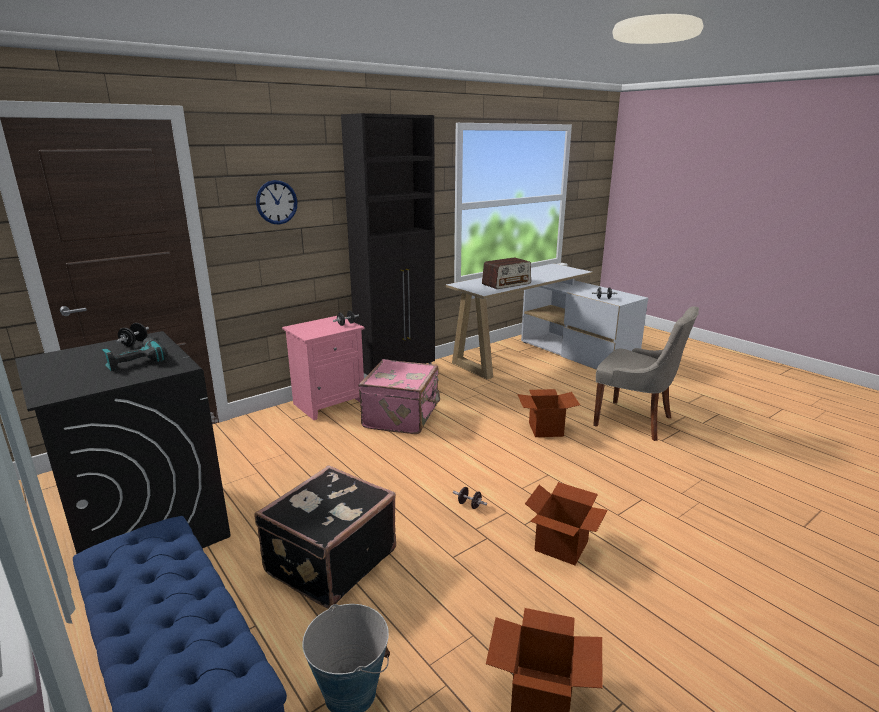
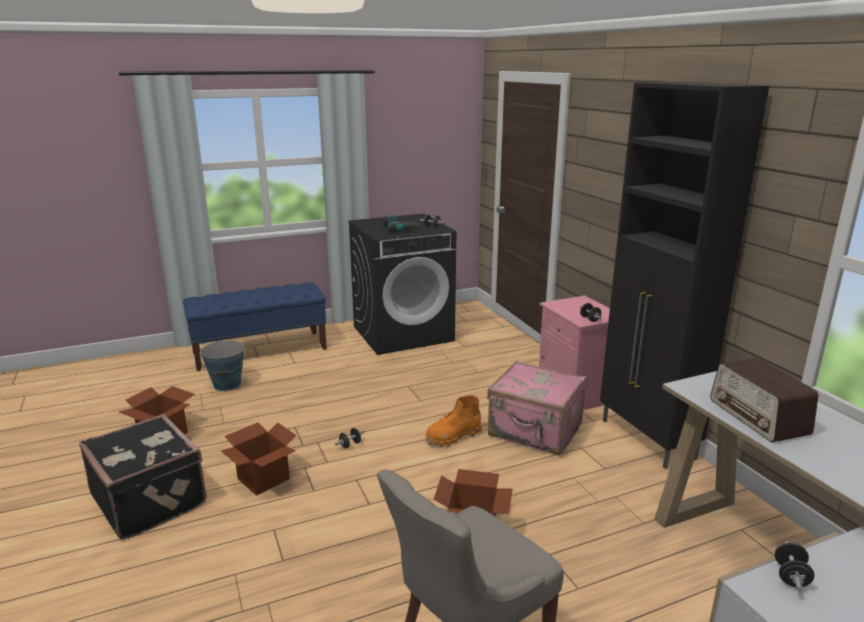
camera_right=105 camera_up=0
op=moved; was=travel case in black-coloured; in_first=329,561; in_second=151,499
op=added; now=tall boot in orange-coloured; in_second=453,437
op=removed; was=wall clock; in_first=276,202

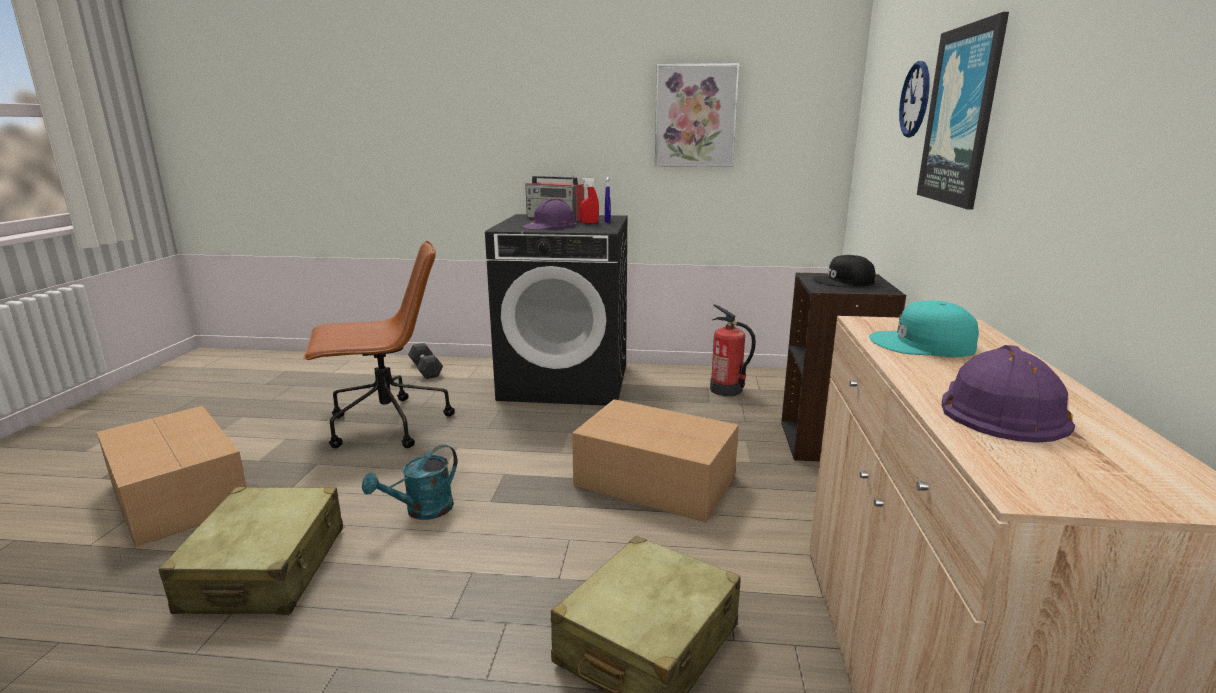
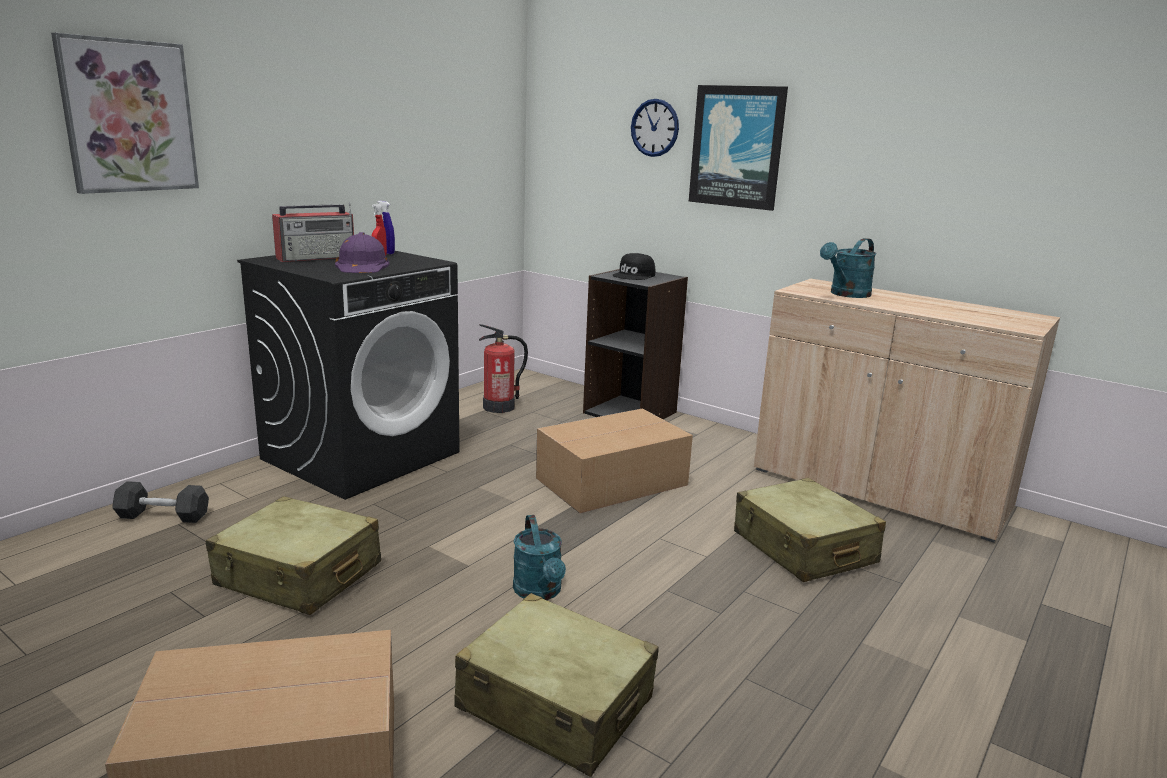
camera_right=-60 camera_up=0
op=moved; was=wall art; in_first=695,116; in_second=128,116
op=replaced; was=office chair in brown; now=travel case in beige-coloured; in_first=386,425; in_second=299,575
op=replaced; was=baseball cap in blue-green; now=sprinkling can in blue-green; in_first=923,344; in_second=846,294
op=removed; was=safety helmet in purple; in_first=999,409

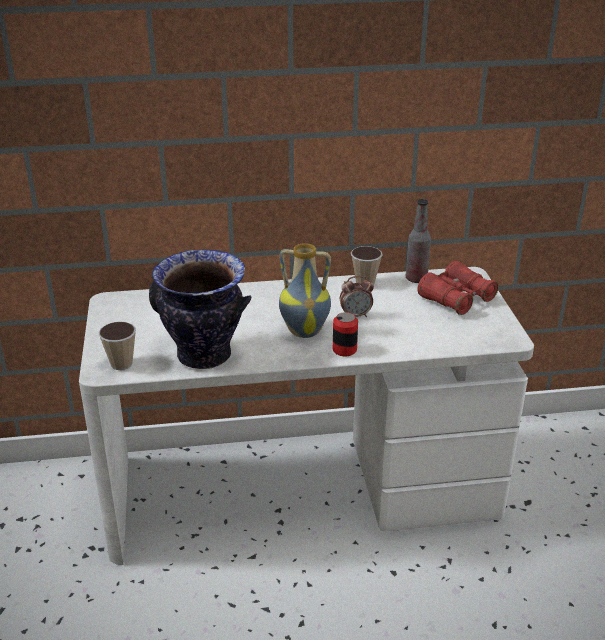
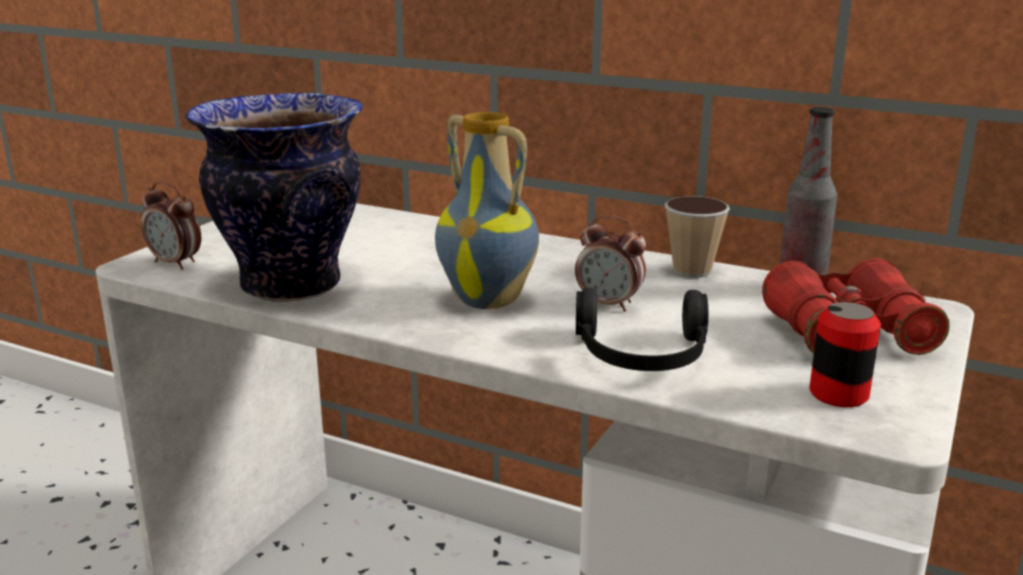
camera_right=35 camera_up=-10
op=replaced; was=small cup; now=alarm clock; in_first=121,364; in_second=176,263
op=added; now=headphones in black-coloured; in_second=642,356
op=moved; was=sealed can; in_first=344,350; in_second=838,394

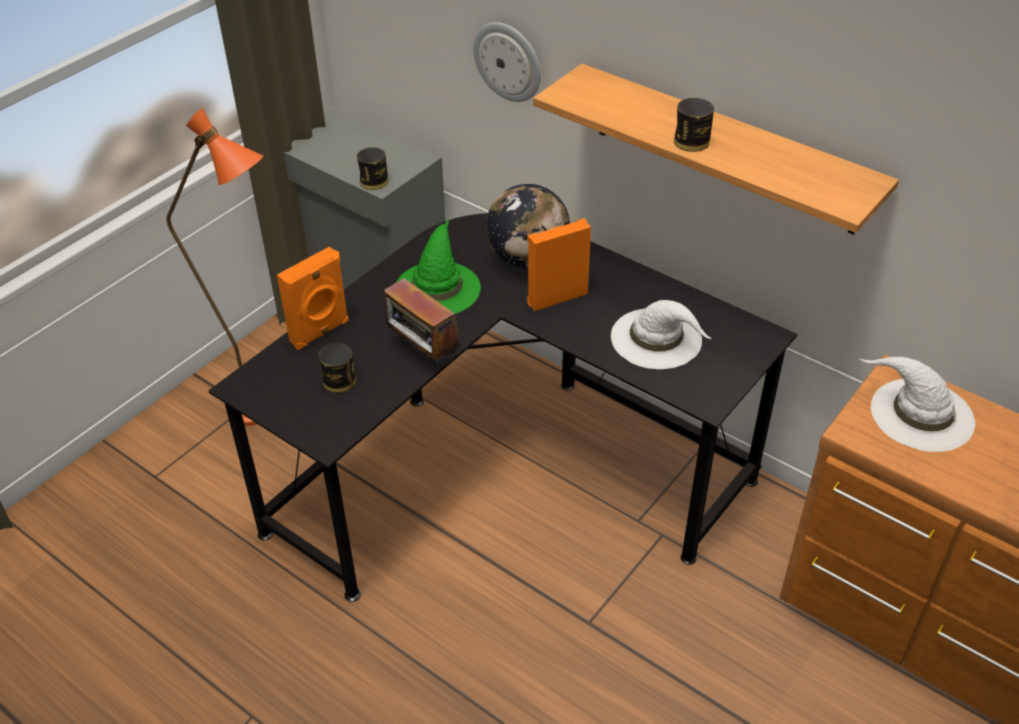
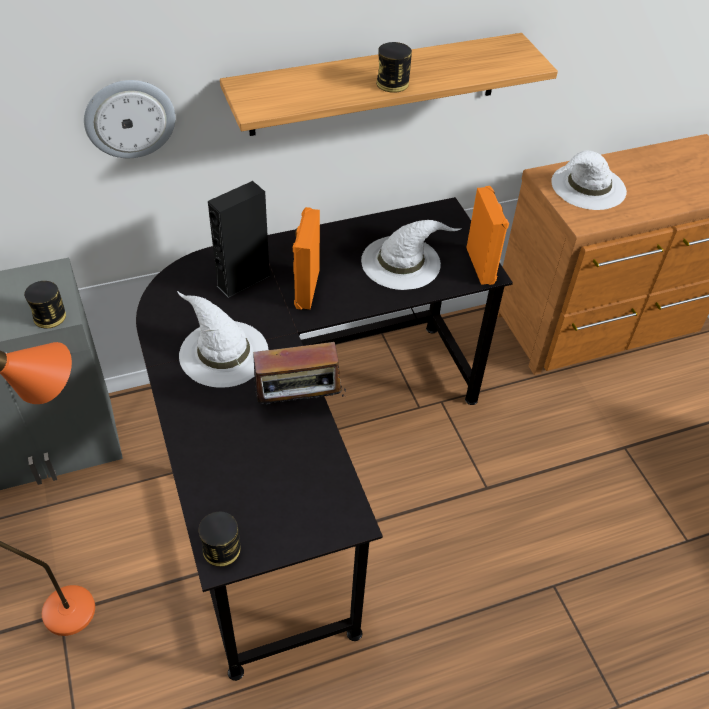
camera_right=-60 camera_up=5
op=recoloured; was=clothing hat in greenish; now=clothing hat in white; in_first=437,287; in_second=222,352
op=moved; was=sealed can; in_first=339,381; in_second=221,549
op=replaced; was=world globe; now=audio speaker in black-coloured; in_first=527,259; in_second=243,281
op=moved; was=audio speaker in orange-coloured; in_first=320,332; in_second=482,265

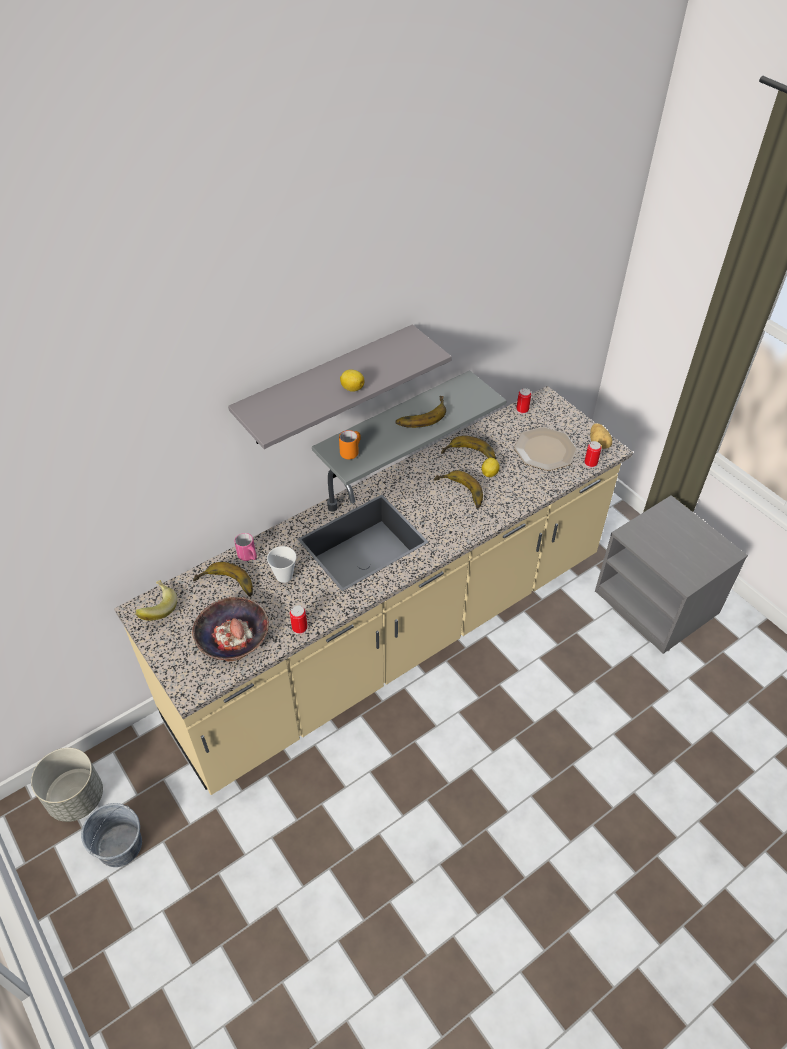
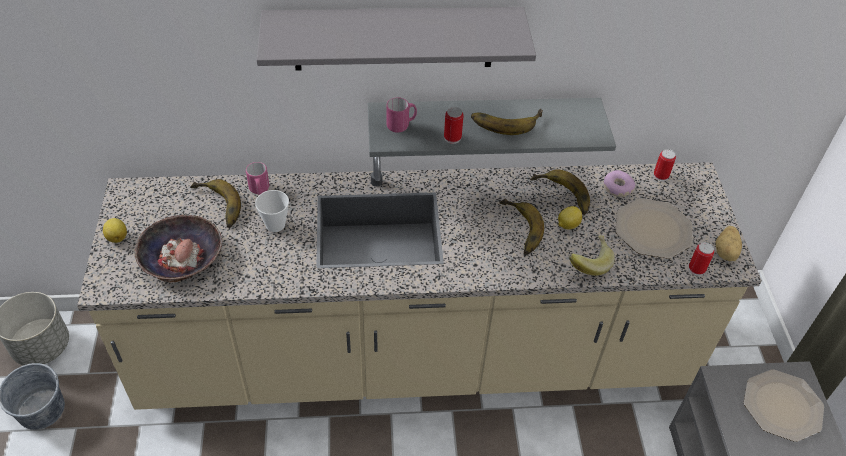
camera_right=30 camera_up=0
op=moved; was=whole lemon; in_first=352,388; in_second=117,237
op=recoloured; was=mug in orange-coloured; now=mug in pink; in_first=351,452; in_second=401,125
op=moved; was=sealed can; in_first=299,628; in_second=452,138
op=moved; was=banana; in_first=156,608; in_second=587,262
op=added; now=doughnut; in_second=617,188
op=added; now=plate; in_second=782,405

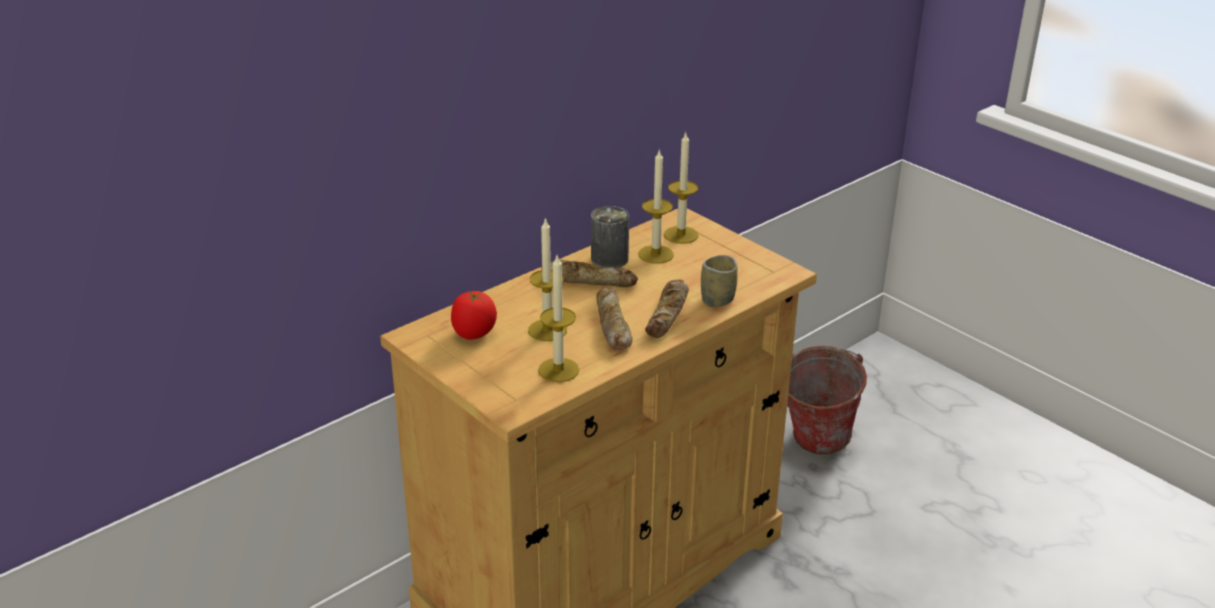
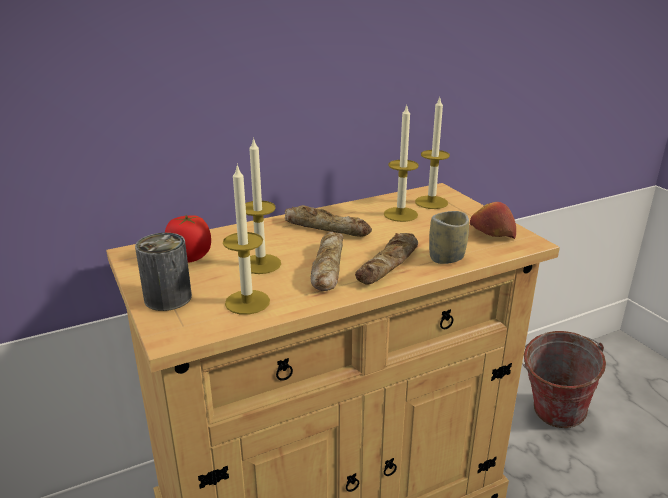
camera_right=15 camera_up=-5
op=moved; was=sealed can; in_first=609,259; in_second=168,298
op=added; now=apple; in_second=491,233

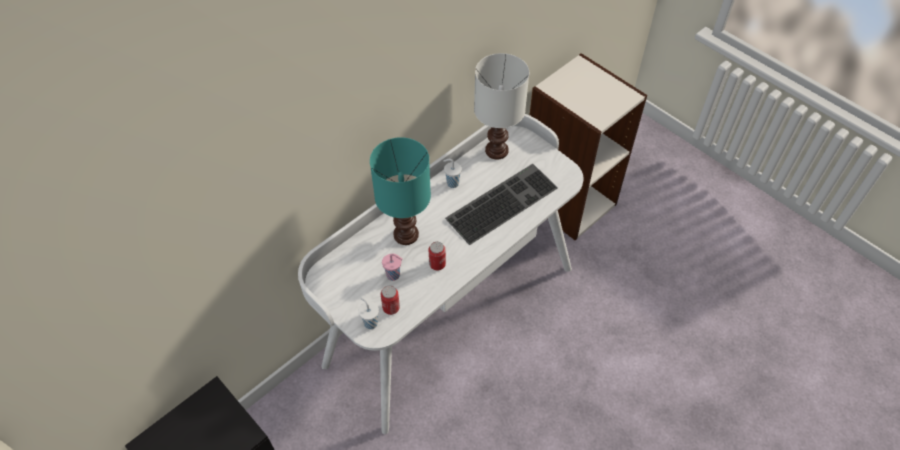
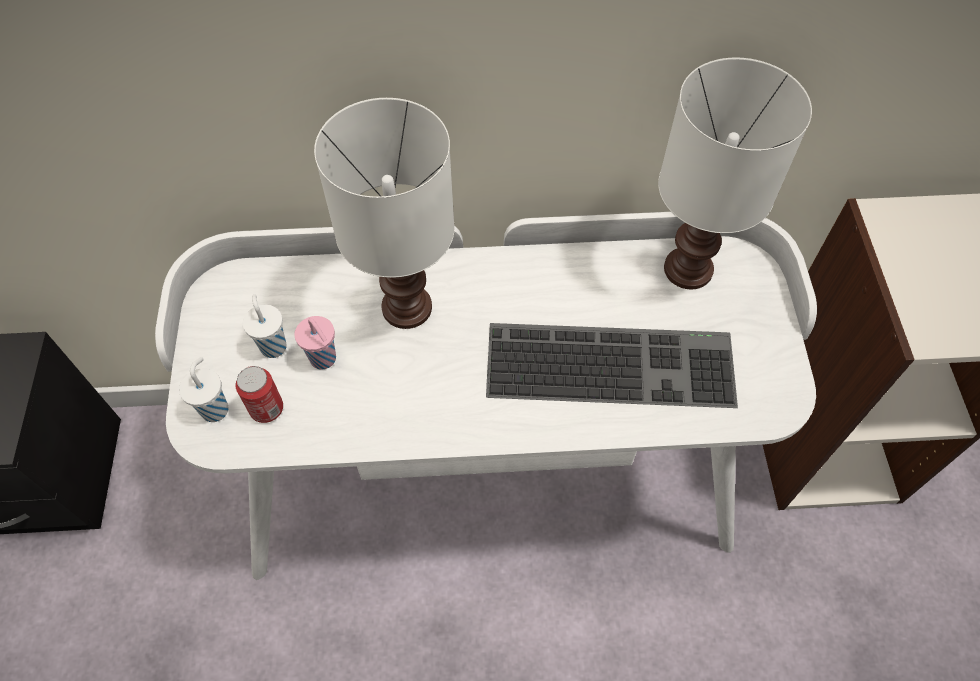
camera_right=40 camera_up=5
op=moved; was=small cup in white; in_first=452,183; in_second=273,345
op=recoloured; was=tabletop lamp in blue-green; now=tabletop lamp in white; in_first=406,234; in_second=408,306
op=removed; was=sealed can; in_first=437,264

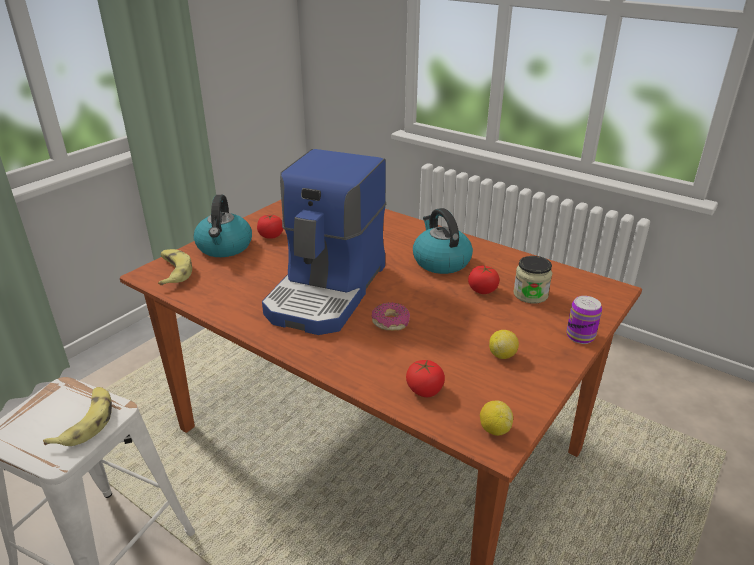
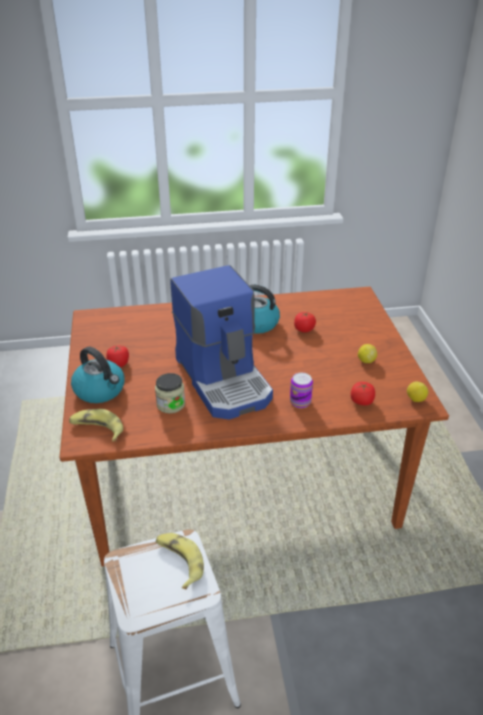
camera_right=-45 camera_up=5
op=moved; was=storage jar; in_first=530,294; in_second=171,404
op=moved; was=sealed can; in_first=580,336; in_second=300,402
op=removed; was=doughnut; in_first=390,322

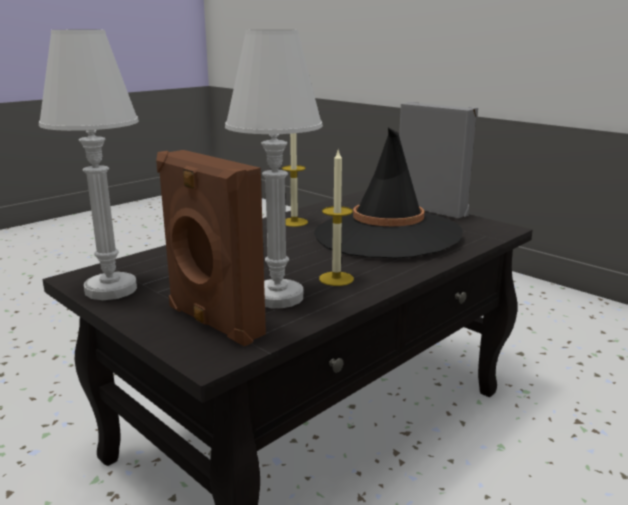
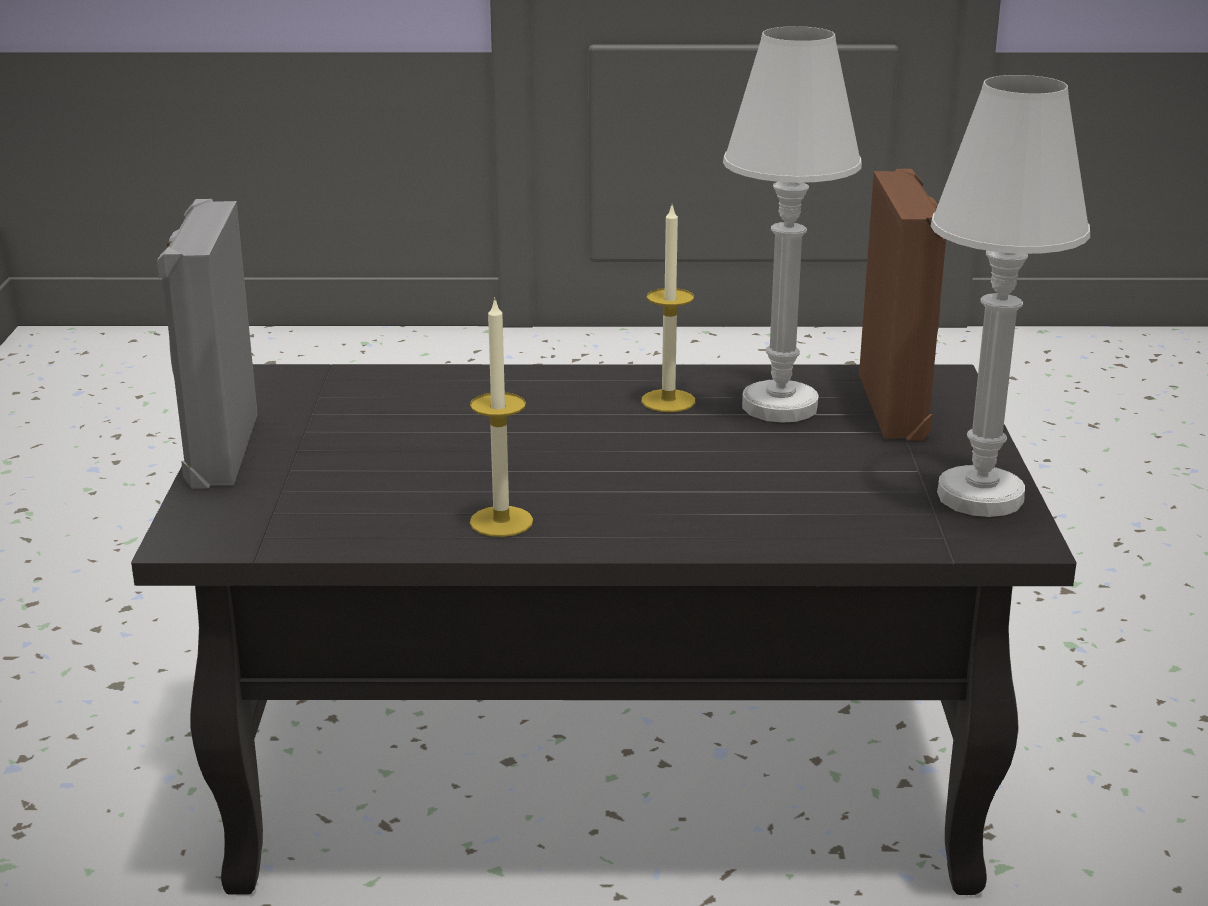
camera_right=-135 camera_up=5
op=removed; was=clothing hat in black-coloured; in_first=387,234

